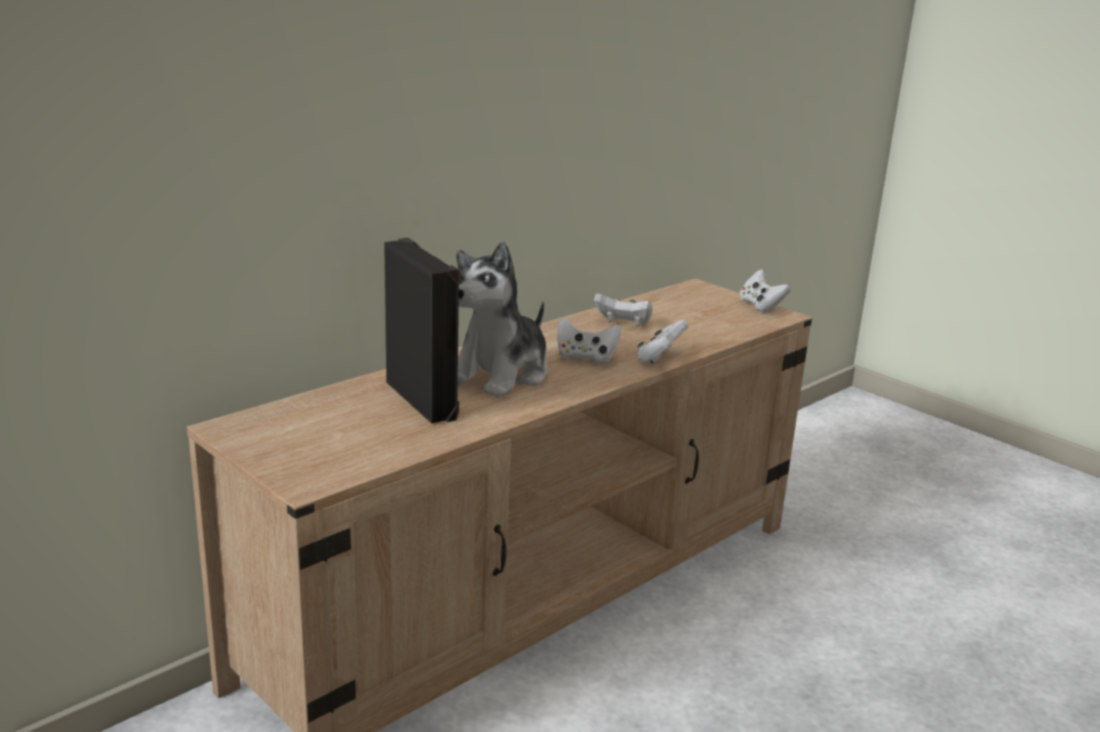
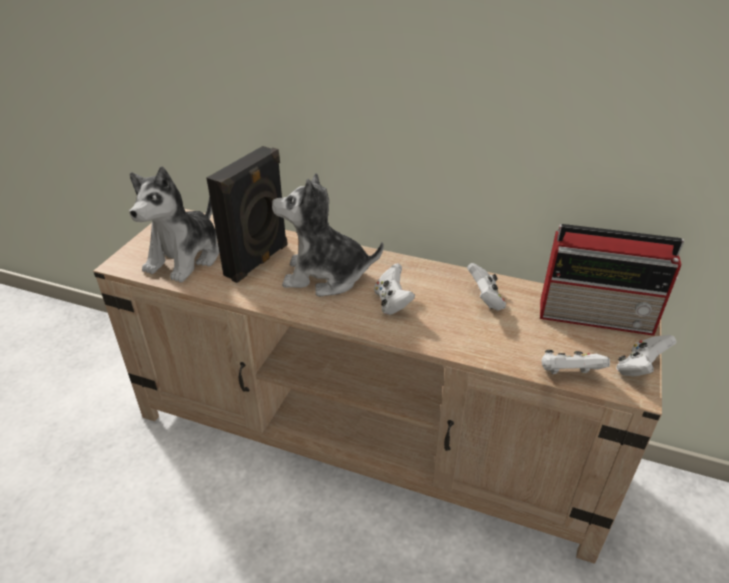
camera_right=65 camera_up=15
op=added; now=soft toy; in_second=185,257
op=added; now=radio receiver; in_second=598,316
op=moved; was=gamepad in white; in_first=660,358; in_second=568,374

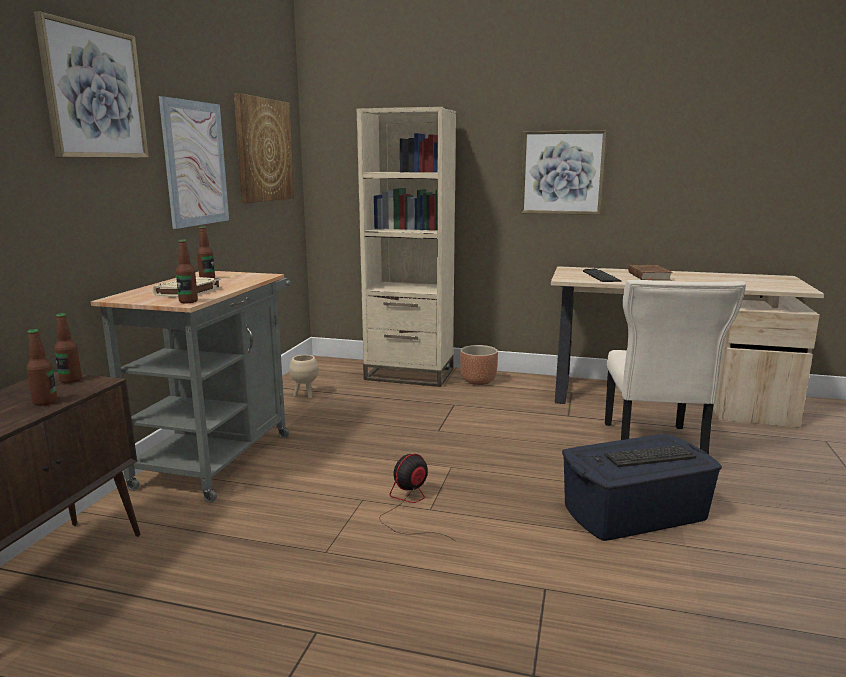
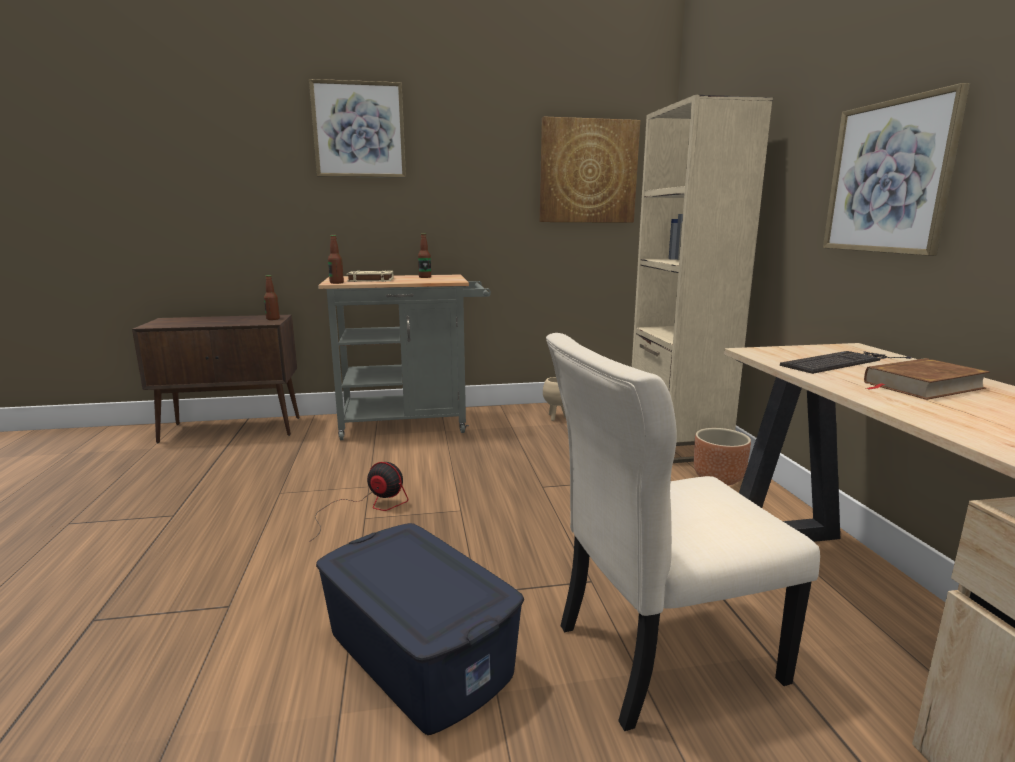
camera_right=65 camera_up=0
op=removed; was=drink bottle; in_first=45,402
op=removed; was=wall art; in_first=195,164
op=removed; was=computer keyboard; in_first=638,457

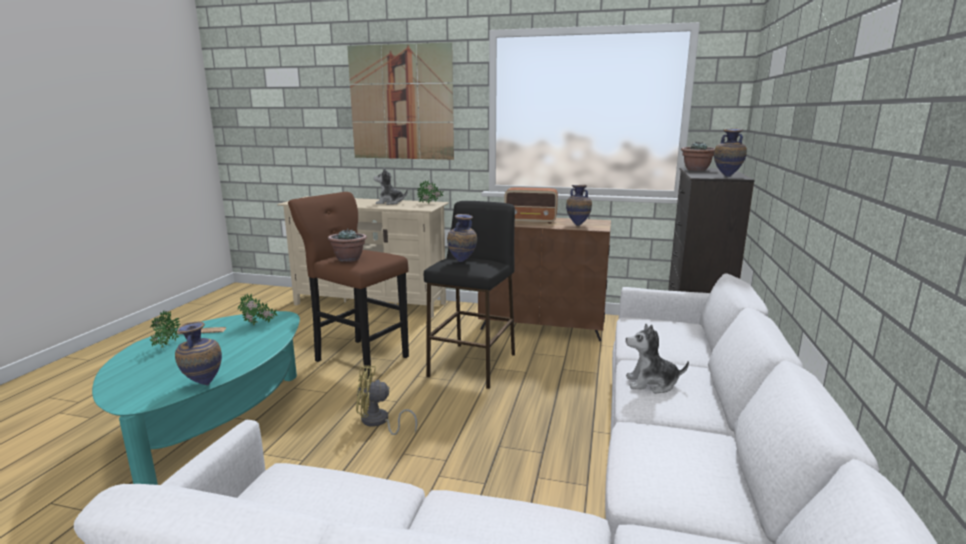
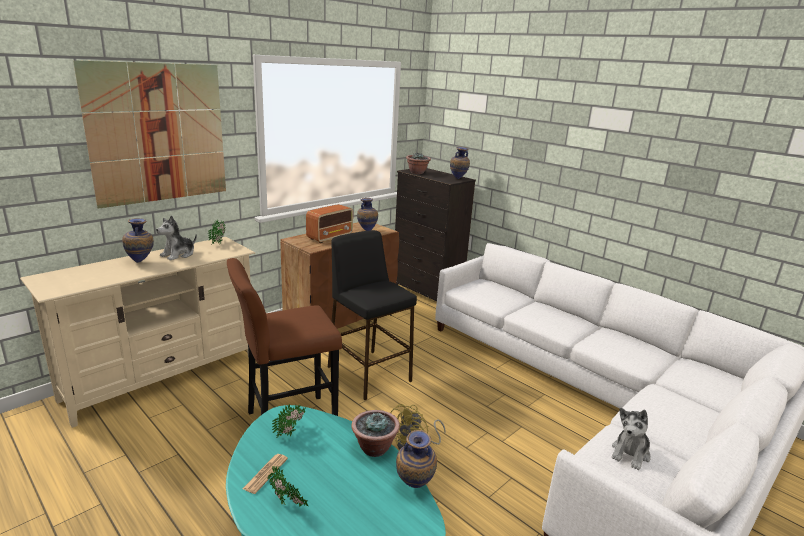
camera_right=-60 camera_up=5
op=moved; was=vase; in_first=462,262; in_second=141,262
op=moved; was=plant in a pot; in_first=349,259; in_second=374,448
op=moved; was=soft toy; in_first=651,383; in_second=630,453

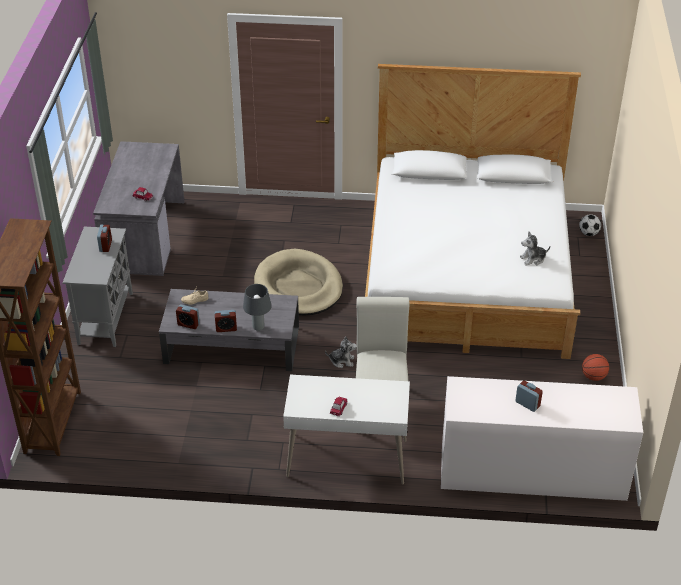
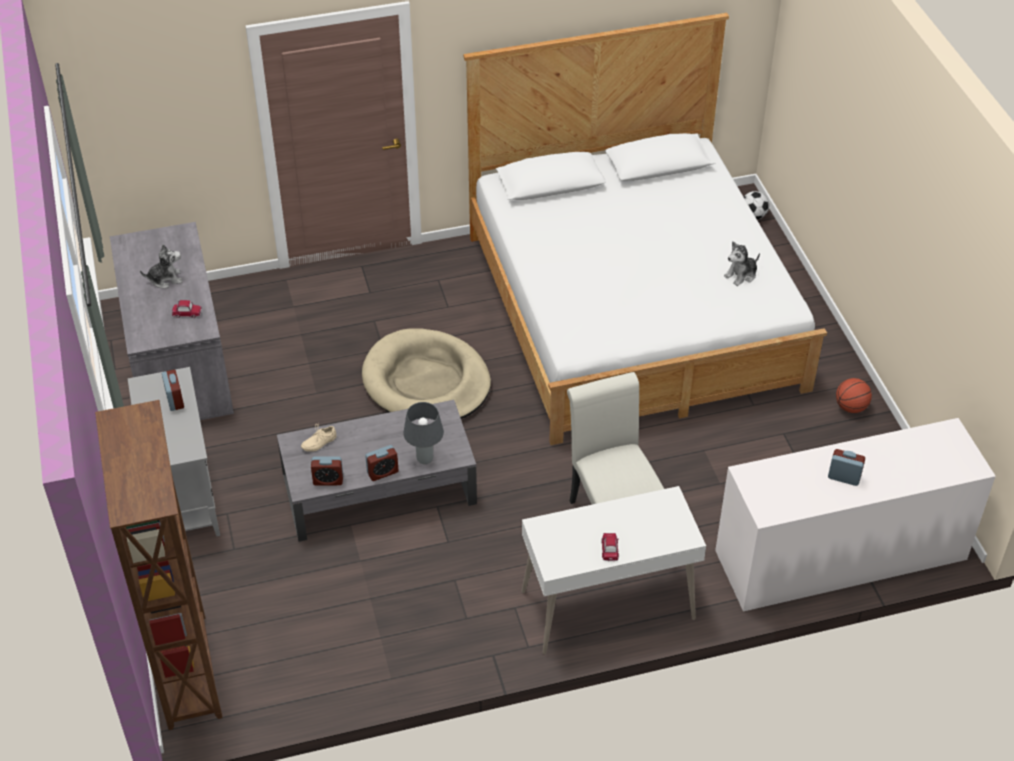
camera_right=-20 camera_up=5
op=moved; was=soft toy; in_first=342,361; in_second=165,279

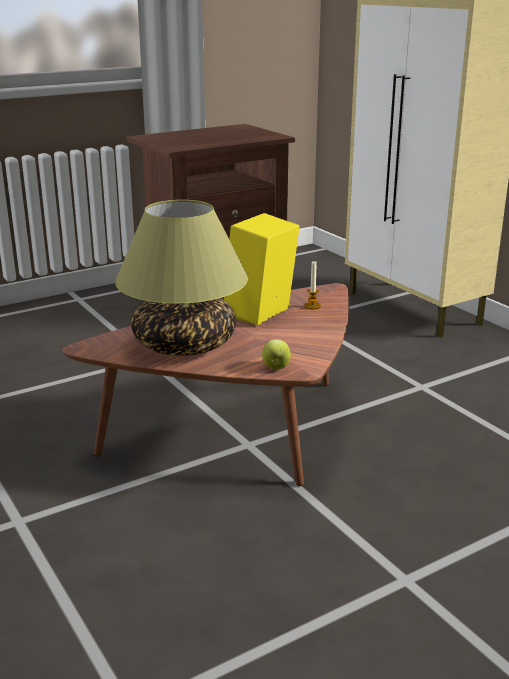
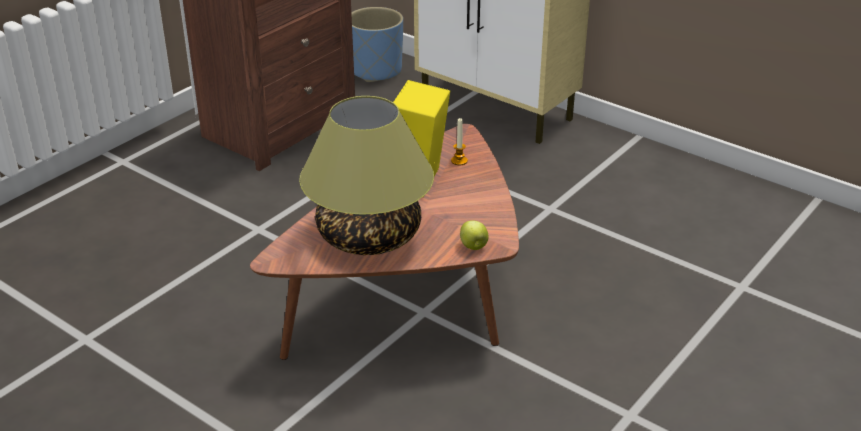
camera_right=-20 camera_up=10
op=added; now=plant pot in bluish; in_second=375,71

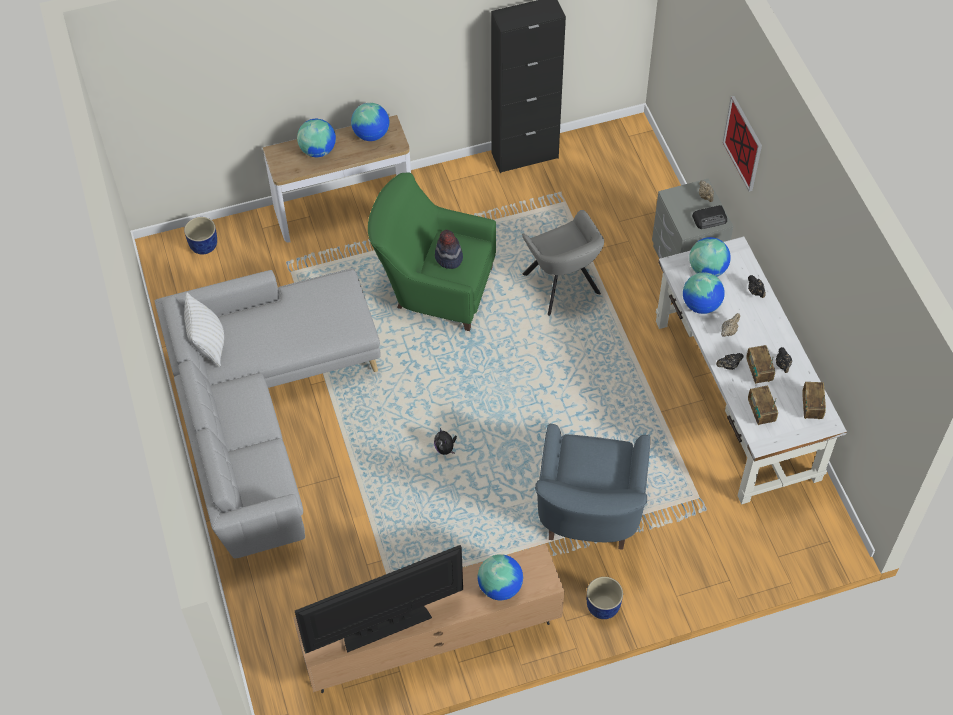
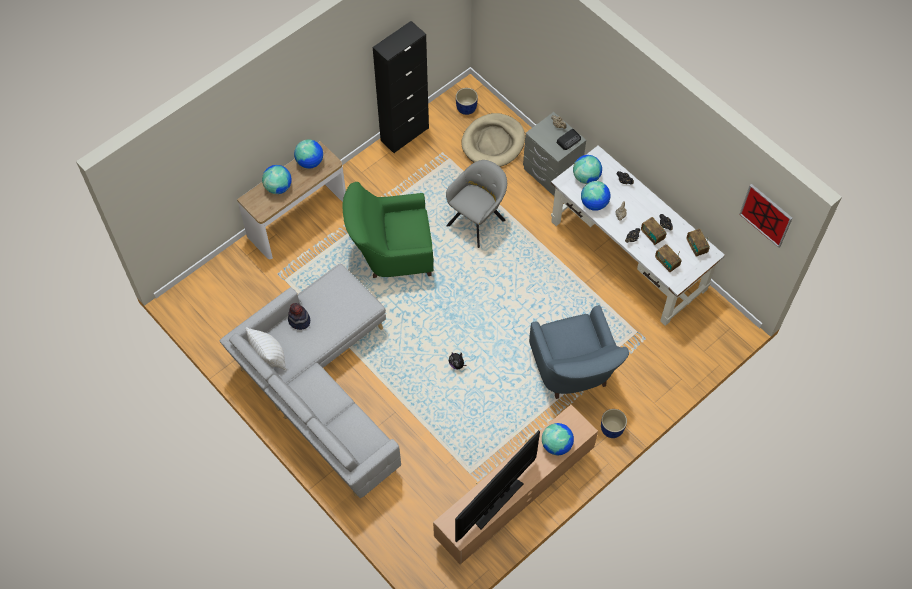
camera_right=-25 camera_up=5
op=moved; was=clothing hat; in_first=448,258; in_second=299,320
op=turned; was=armchair in grey; in_first=562,287; in_second=478,221; clockwise=-90
op=moved; was=plant pot in bluish; in_first=204,245; in_second=466,108
op=added; now=dog bed in beige-coloured; in_second=493,142
op=moved; was=wall art; in_first=743,143; in_second=766,215

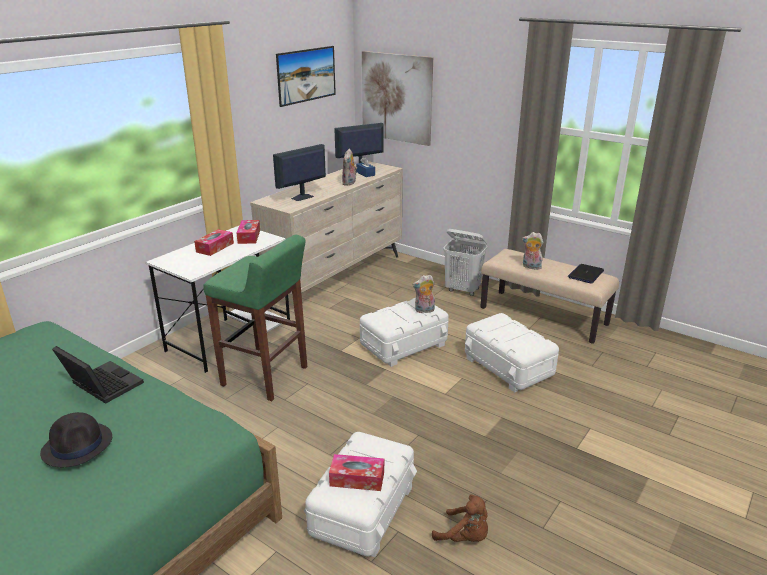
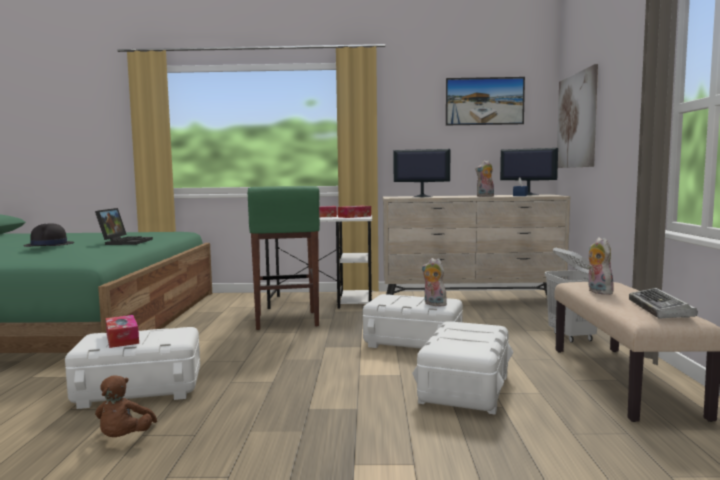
camera_right=55 camera_up=-20
op=replaced; was=portable computer; now=computer keyboard; in_first=585,274; in_second=661,310

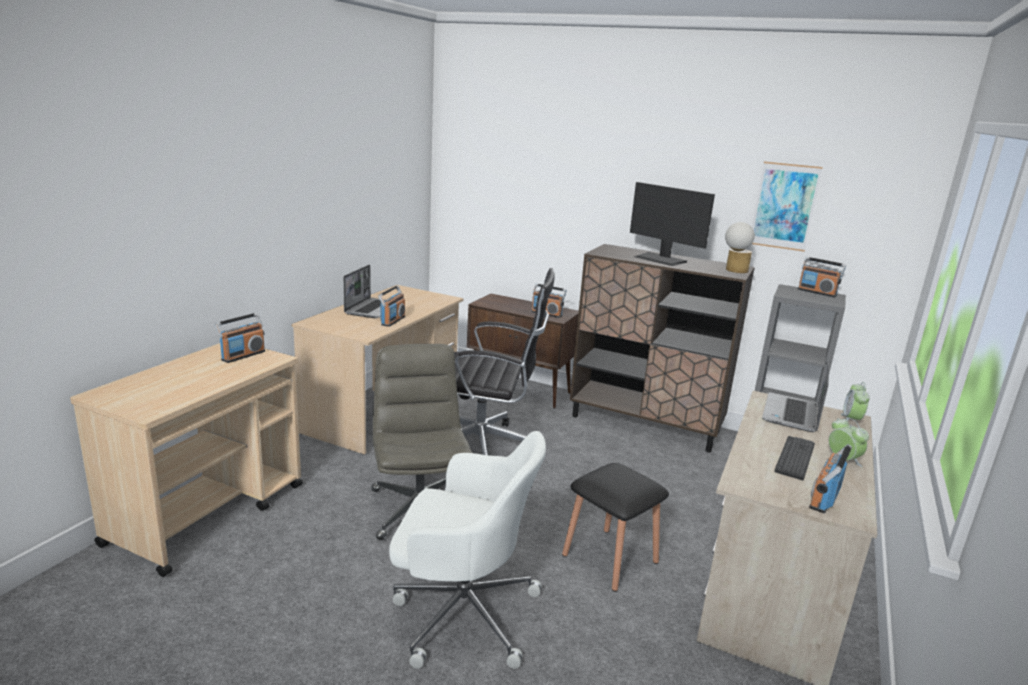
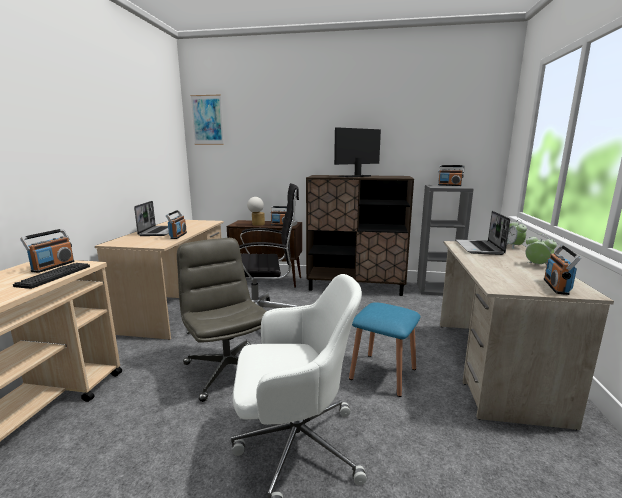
camera_right=-15 camera_up=-5
op=moved; was=computer keyboard; in_first=795,458; in_second=54,276
op=moved; was=wall art; in_first=784,206; in_second=207,120
op=moved; was=tabletop lamp; in_first=734,270; in_second=256,224
op=turned; was=computer display; in_first=660,259; in_second=354,176; clockwise=120
op=recoloured; was=stool in black-coloured; now=stool in bluish; in_first=610,558; in_second=383,373

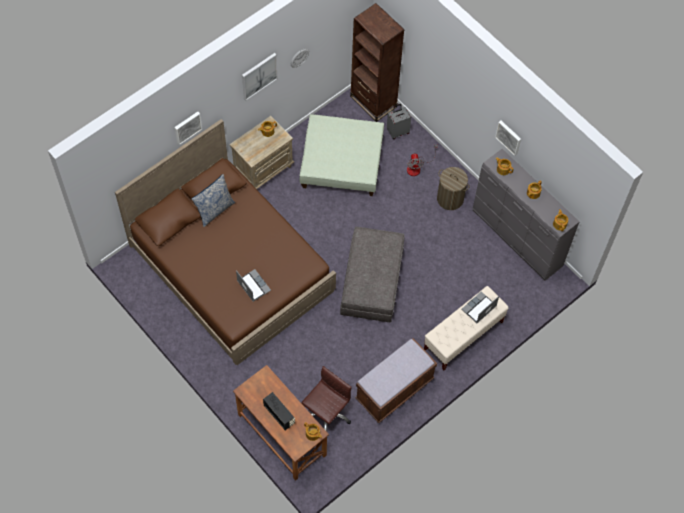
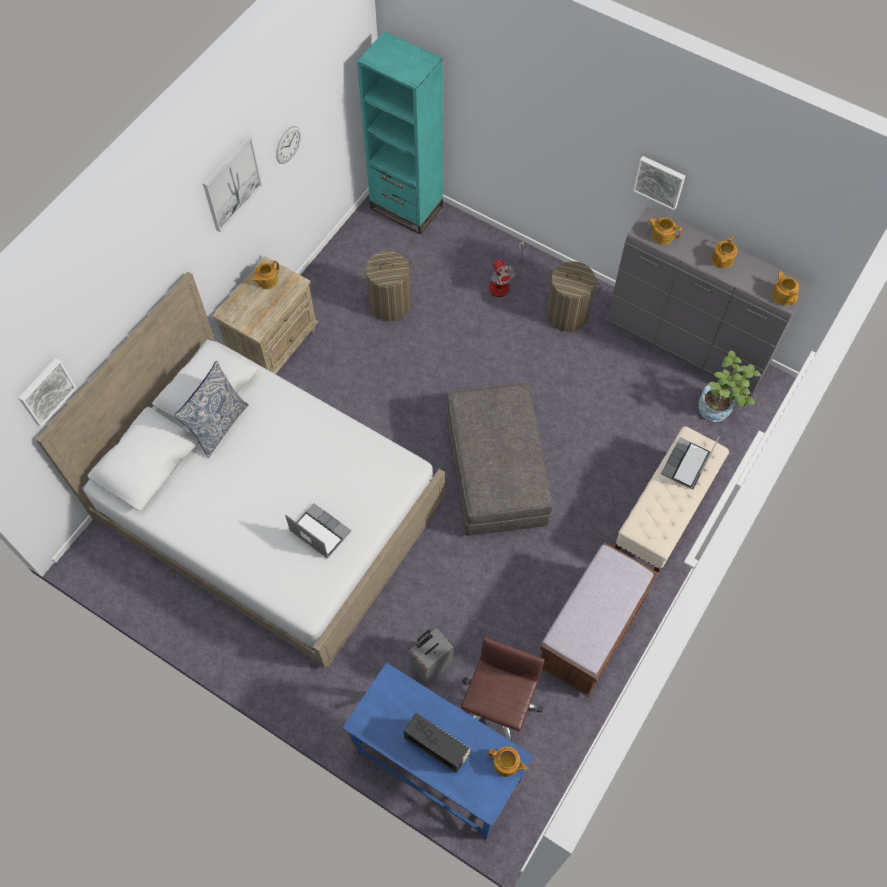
camera_right=-15 camera_up=0
op=moved; was=wall art; in_first=187,127; in_second=45,391
op=recoloured; was=sleeping bed in brown; now=sleeping bed in white; in_first=232,267; in_second=270,509
op=recoloured; was=desk unit in brown; now=desk unit in bluish; in_first=281,435; in_second=437,765
op=recoloured; was=shelving unit in brown; now=shelving unit in blue-green; in_first=373,102; in_second=406,207
op=replaced; was=pouffe in greenish; now=washing basket; in_first=342,162; in_second=390,304
op=moved; was=travel case in grey; in_first=397,131; in_second=431,664
op=added; now=plant in a pot; in_second=718,411

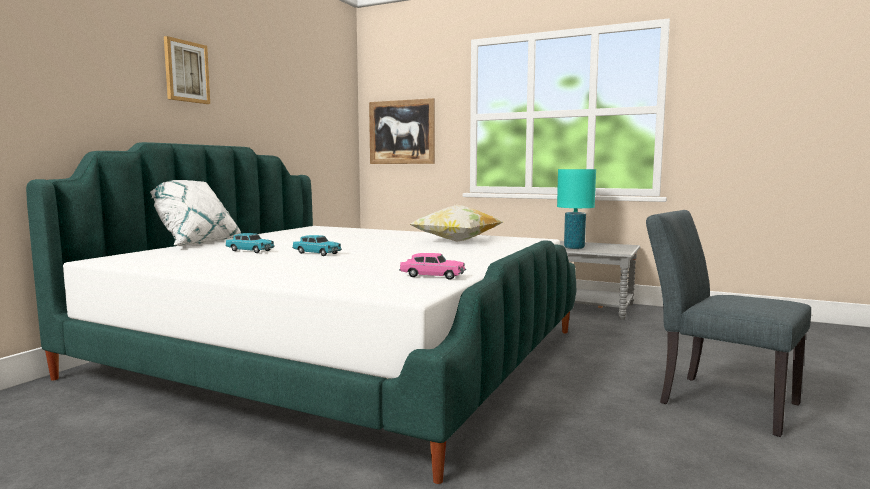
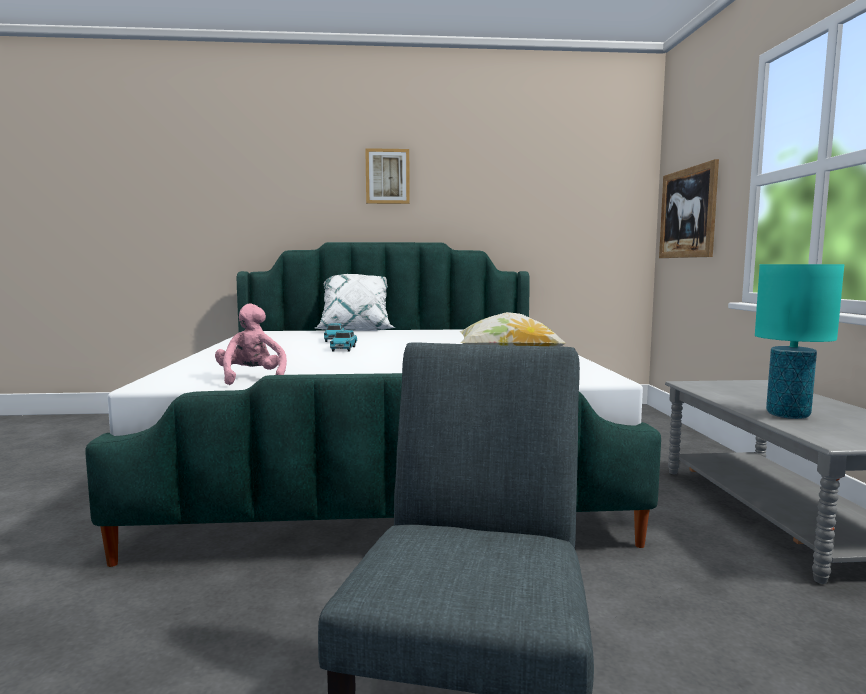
camera_right=60 camera_up=0
op=replaced; was=miniature car in pink; now=soft toy in pink; in_first=432,276; in_second=252,379

